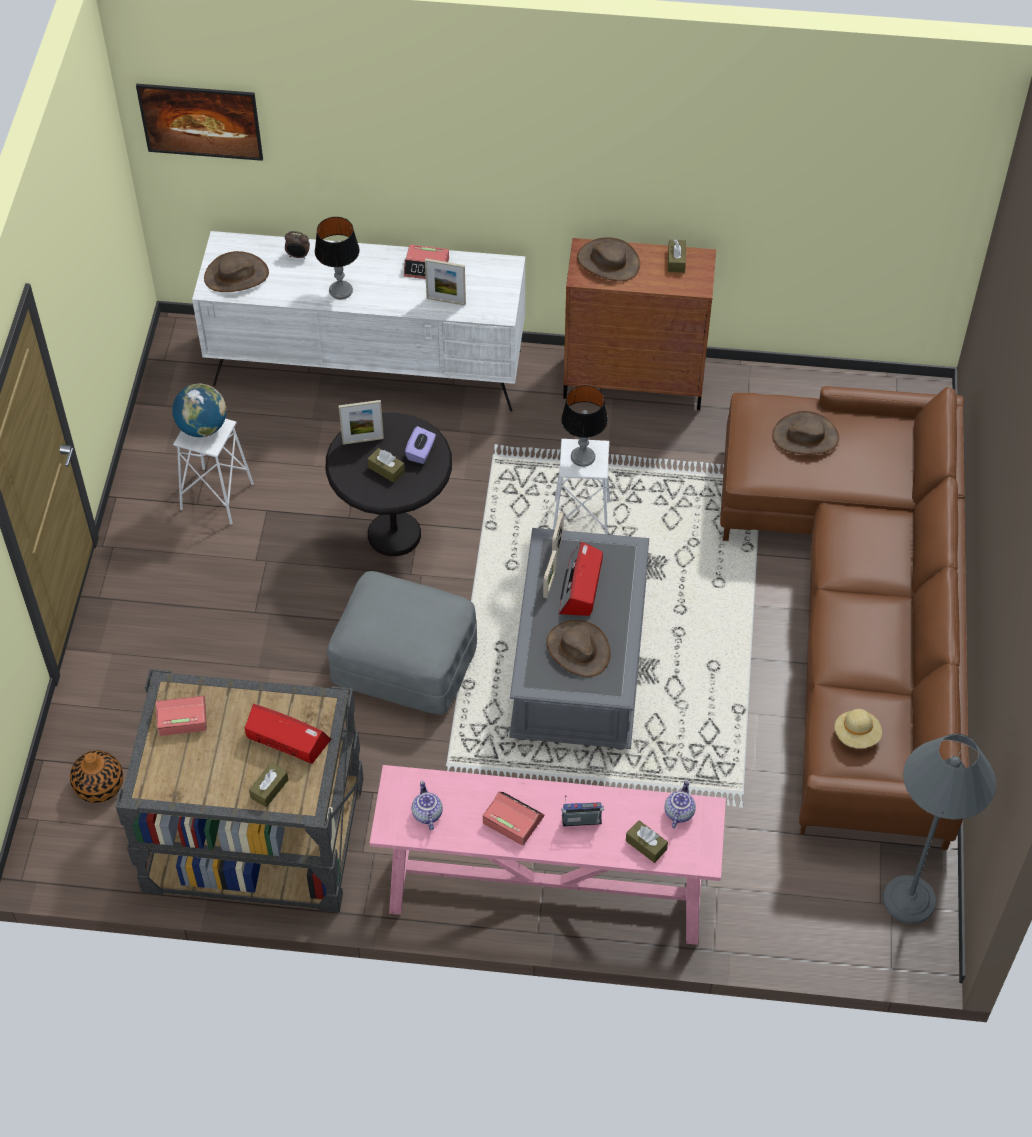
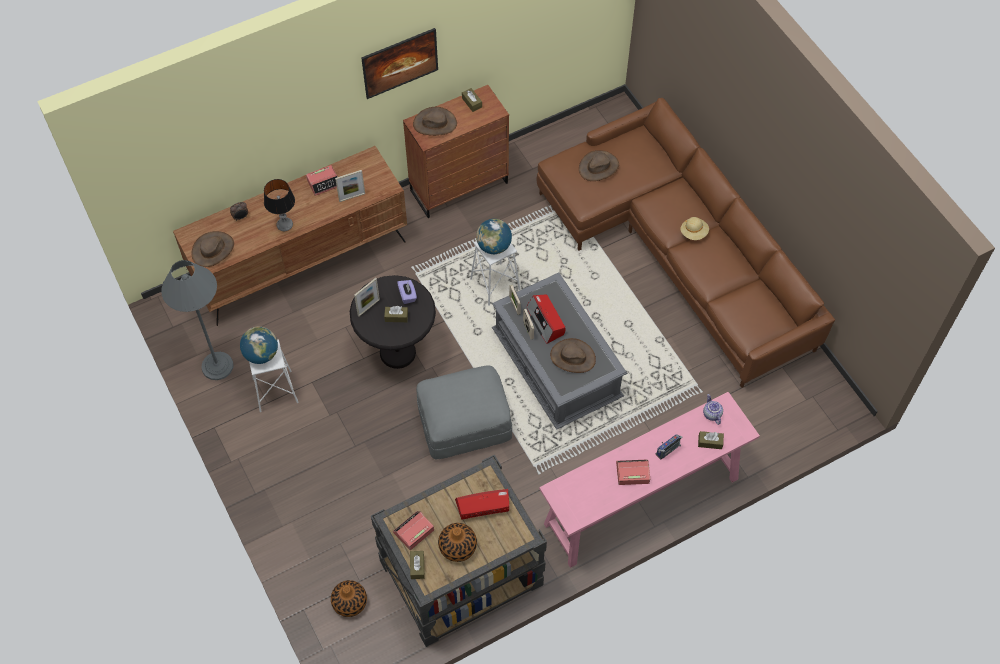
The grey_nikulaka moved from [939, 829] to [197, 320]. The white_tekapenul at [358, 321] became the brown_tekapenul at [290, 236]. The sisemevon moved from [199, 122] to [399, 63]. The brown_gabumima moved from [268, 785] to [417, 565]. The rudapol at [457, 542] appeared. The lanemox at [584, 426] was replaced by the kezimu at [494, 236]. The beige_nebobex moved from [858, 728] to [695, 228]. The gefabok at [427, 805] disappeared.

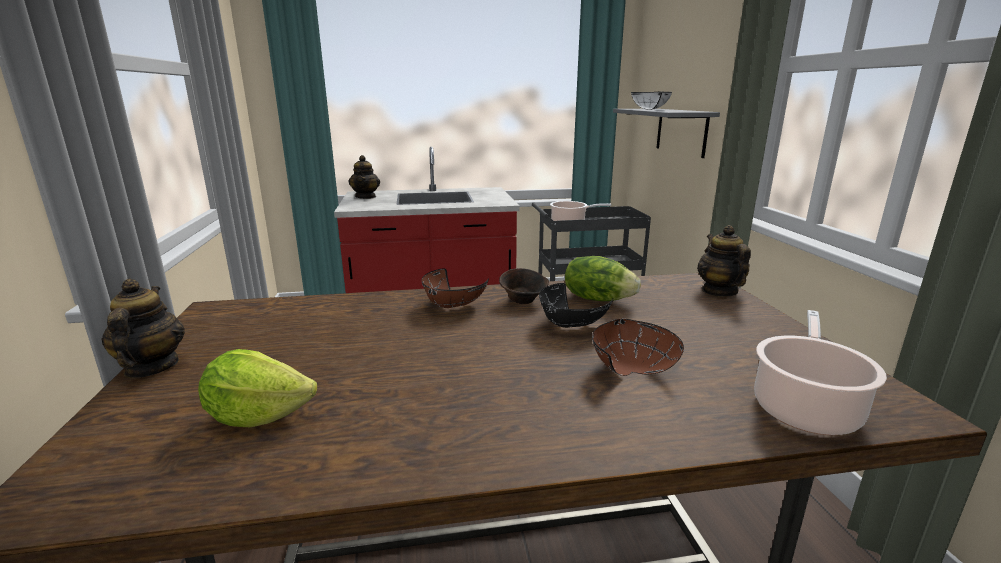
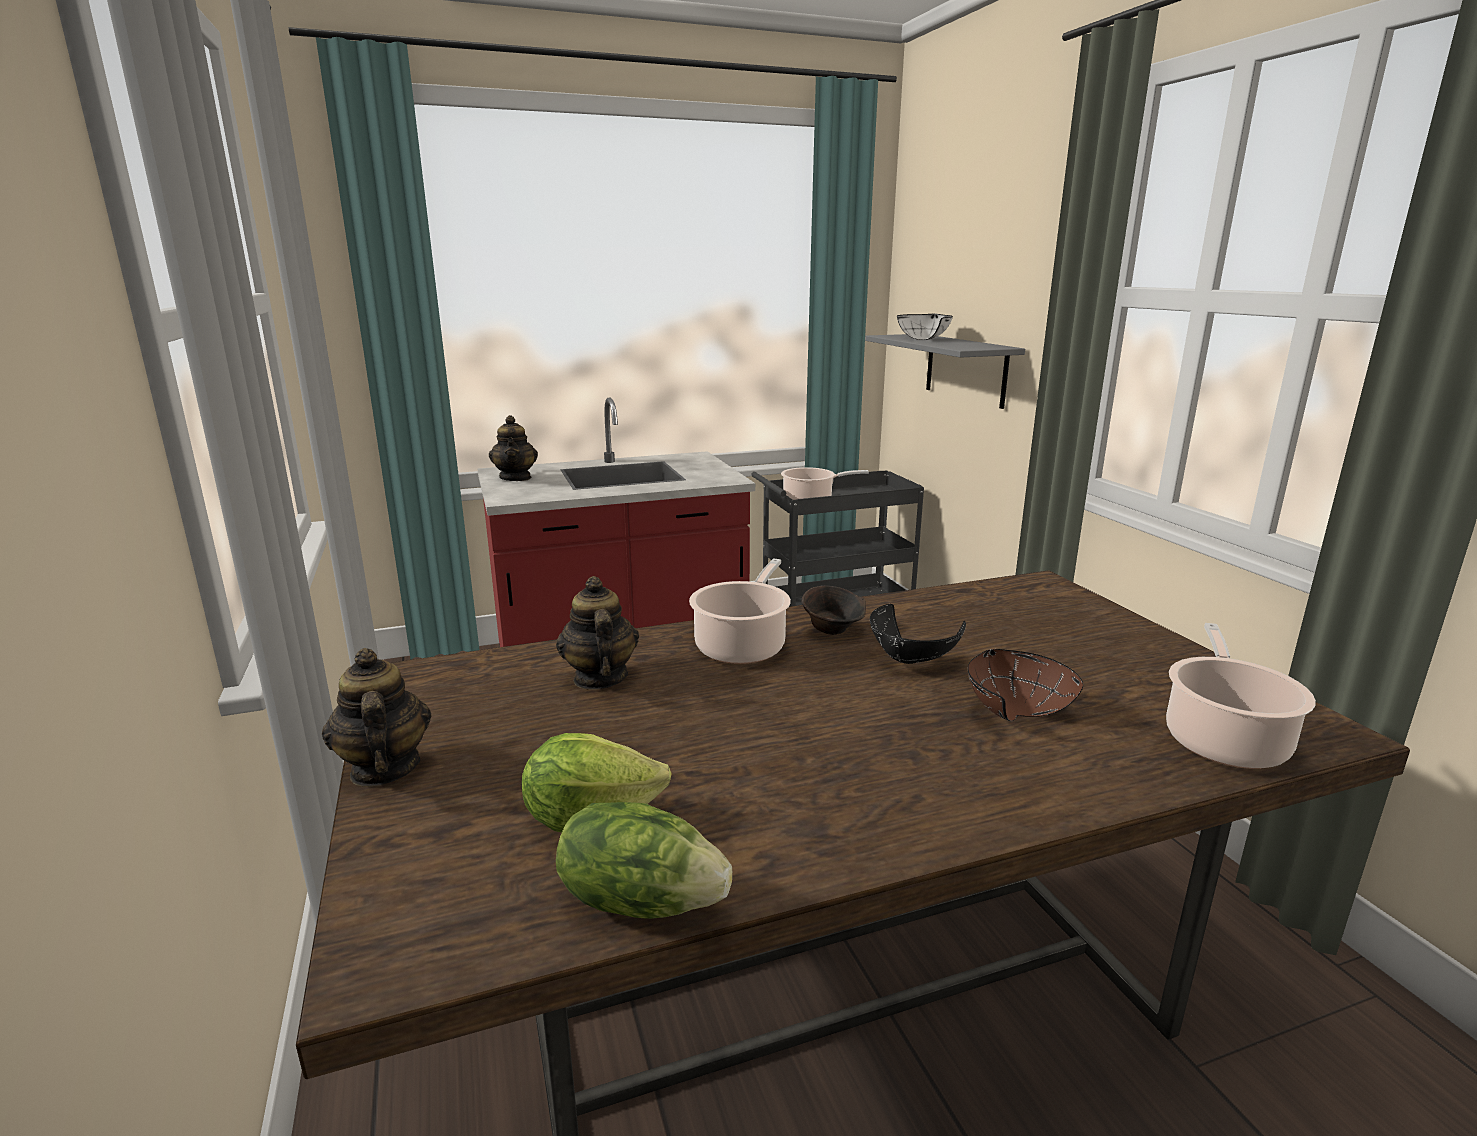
The gefabok moved from [724, 261] to [597, 633]. The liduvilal moved from [603, 278] to [644, 860]. The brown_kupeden at [455, 288] was replaced by the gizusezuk at [740, 611].

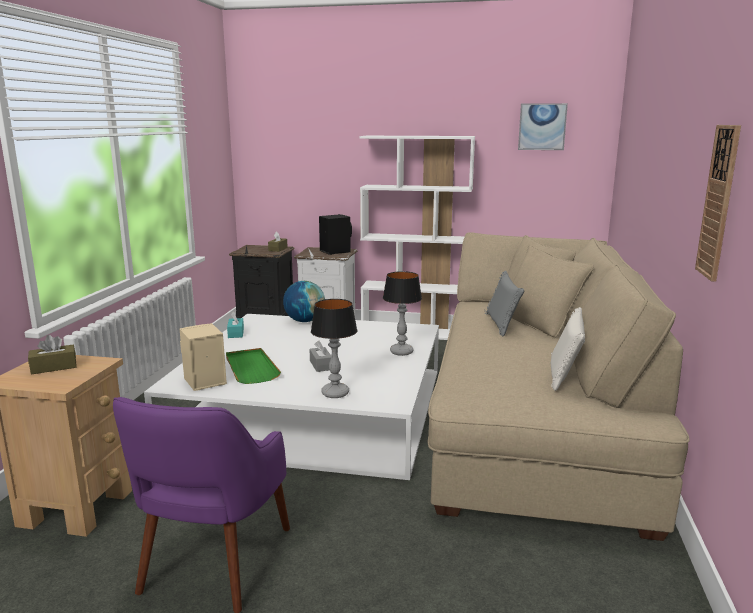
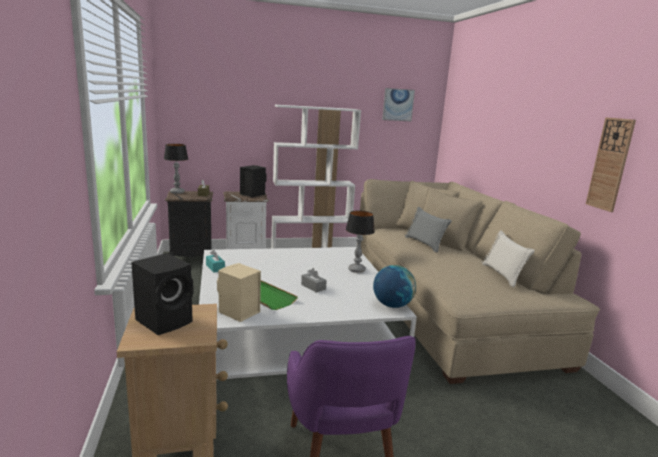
The brown_gabumima at [52, 355] was replaced by the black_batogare at [162, 294]. The lanemox moved from [334, 348] to [176, 169]. The kezimu moved from [304, 301] to [394, 286].

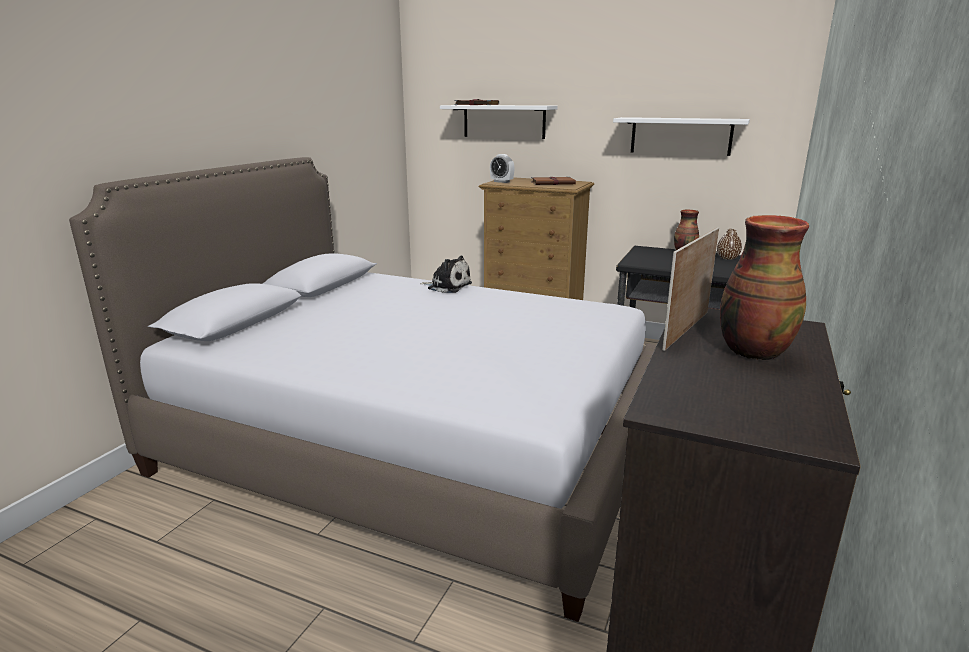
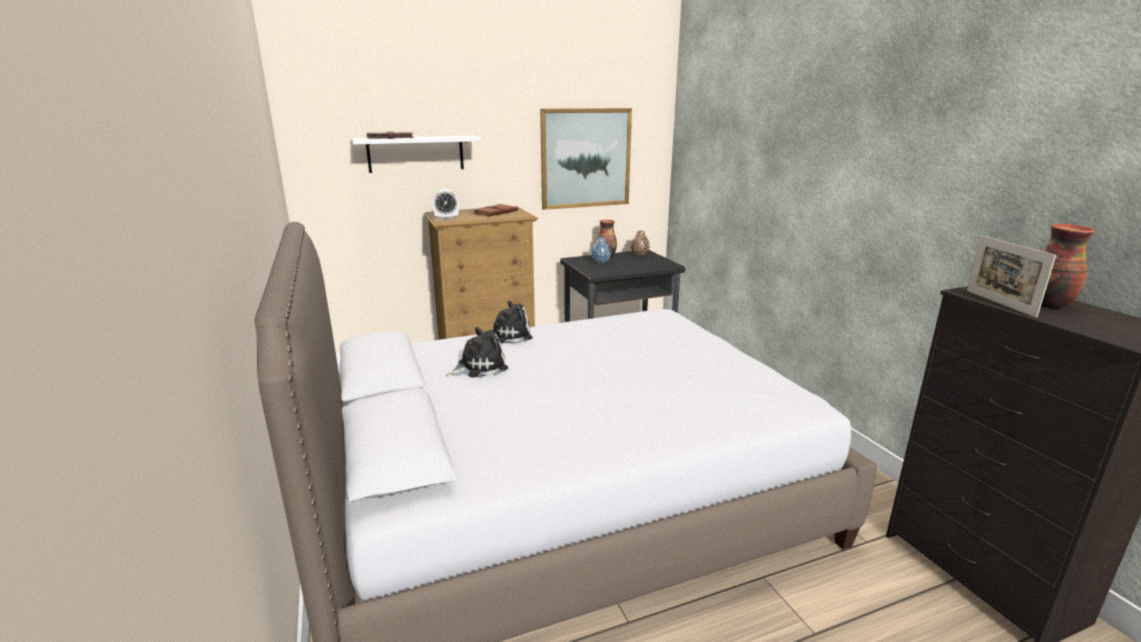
The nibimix at [477, 352] appeared. The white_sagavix at [681, 136] was replaced by the sisemevon at [586, 159]. The blue_rudapol at [601, 250] appeared.

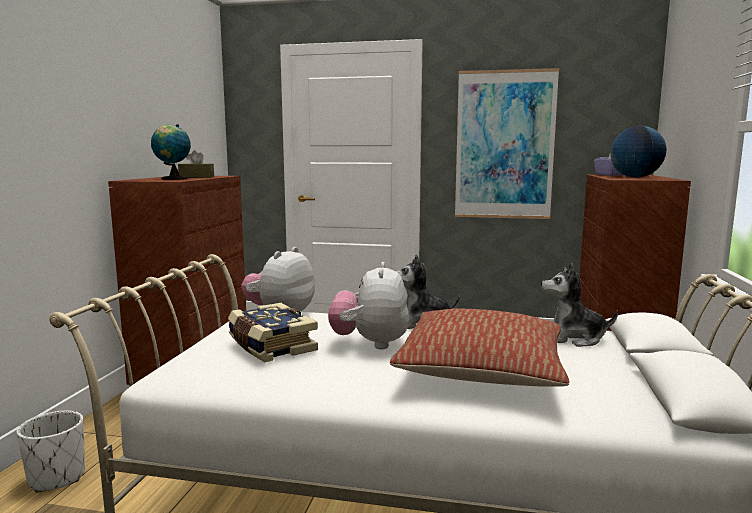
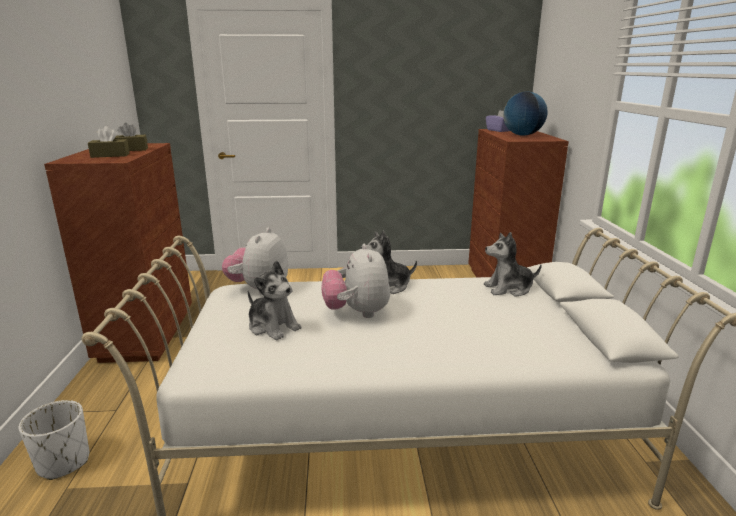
The kezimu at [171, 152] was replaced by the brown_gabumima at [108, 142]. The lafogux at [273, 332] was replaced by the nibimix at [274, 300]. The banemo at [479, 348] disappeared. The sisemevon at [507, 143] disappeared.

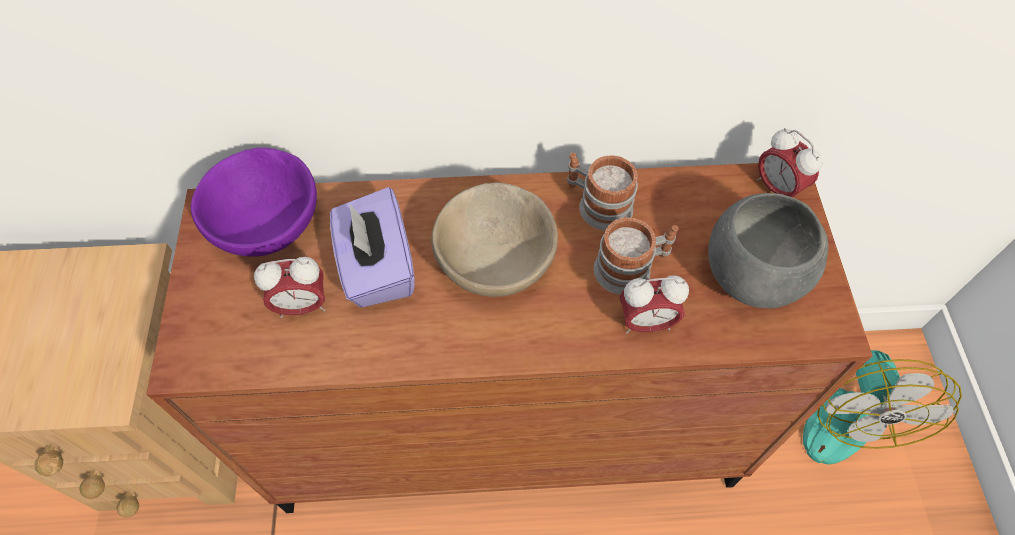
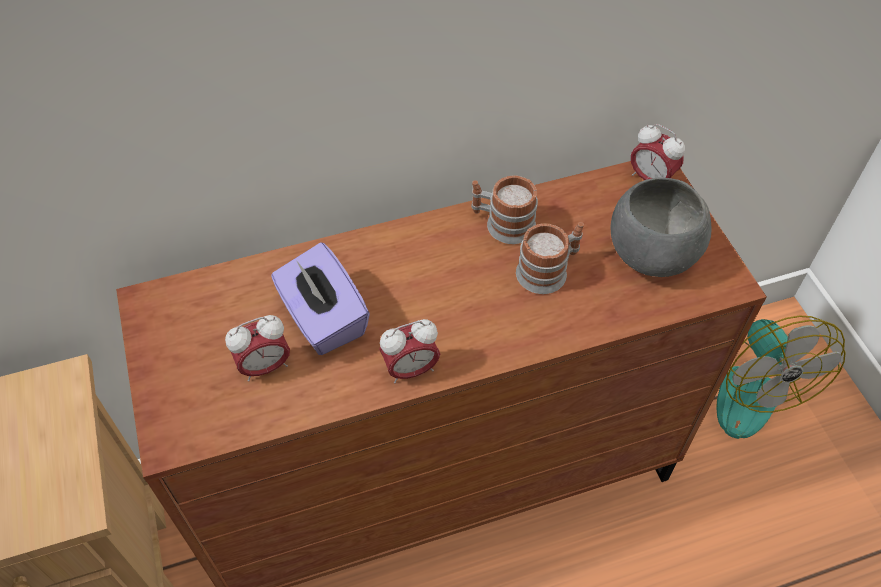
The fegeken moved from [654, 305] to [409, 351]. The purple_kupeden at [254, 202] disappeared. The beige_kupeden at [494, 239] disappeared.

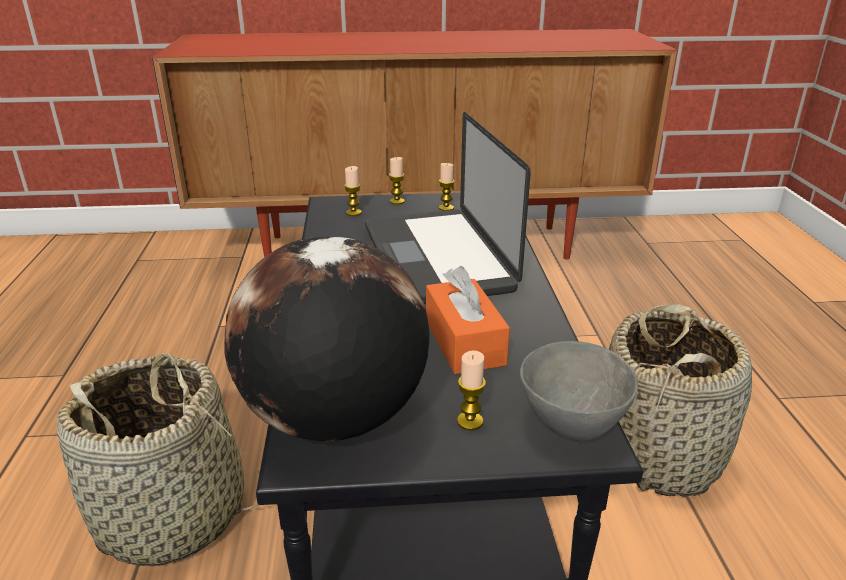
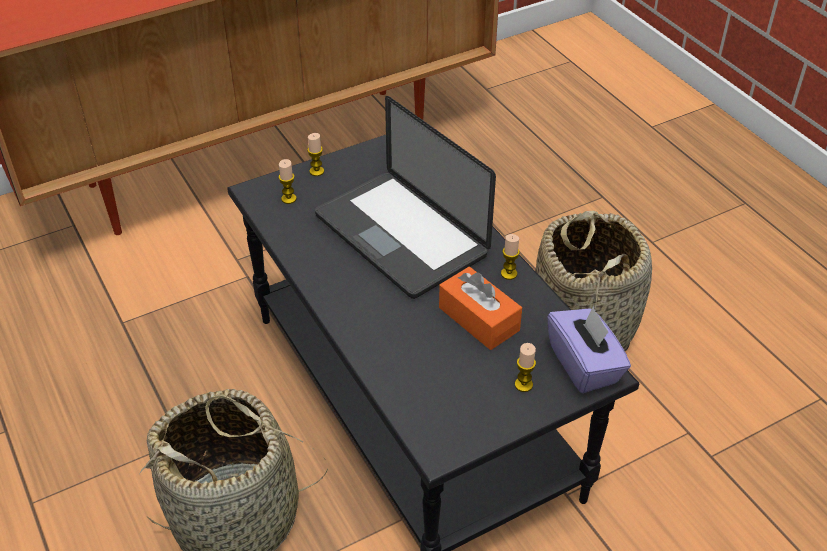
The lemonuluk moved from [447, 187] to [510, 257]. The grey_kupeden at [579, 391] was replaced by the purple_gabumima at [589, 349]. The kezimu at [326, 339] disappeared.

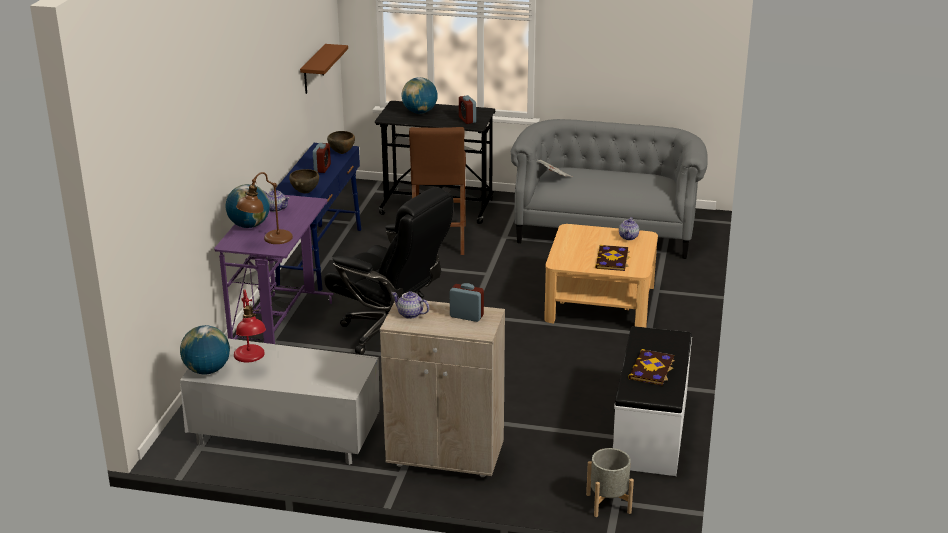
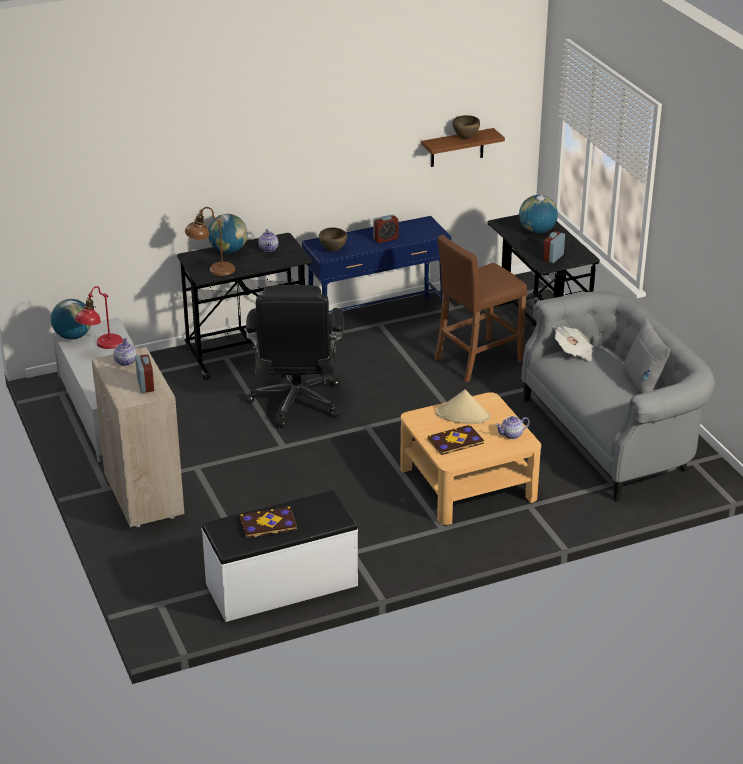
The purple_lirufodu at [273, 268] became the black_lirufodu at [245, 306]. The beige_nebobex at [463, 406] appeared. The brown_kupeden moved from [341, 142] to [466, 127]. The grey_banemo at [646, 356] appeared. The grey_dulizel at [610, 482] disappeared.

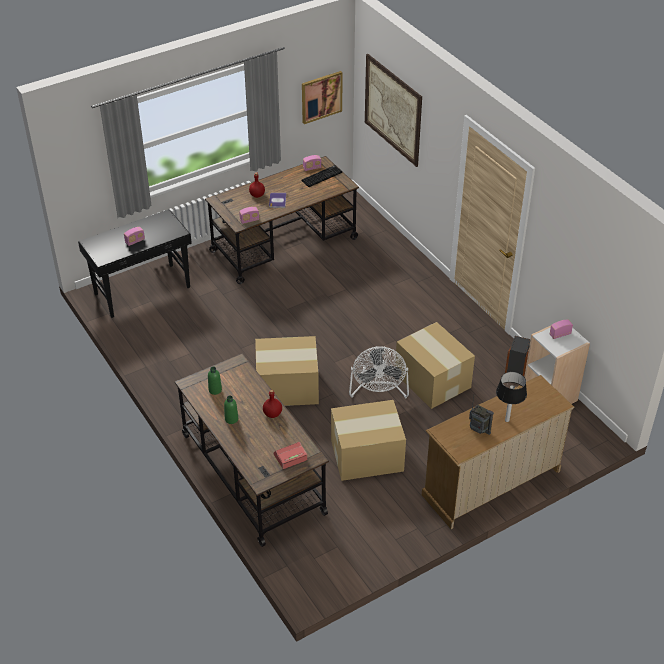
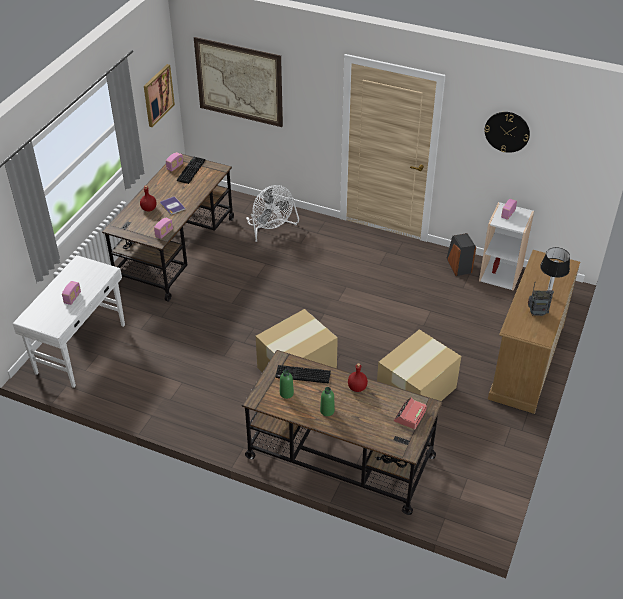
The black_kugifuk at [135, 263] became the white_kugifuk at [69, 321]. The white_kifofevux moved from [379, 372] to [272, 213]. The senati at [303, 374] appeared. The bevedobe at [507, 132] appeared. The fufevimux at [435, 365] disappeared.

